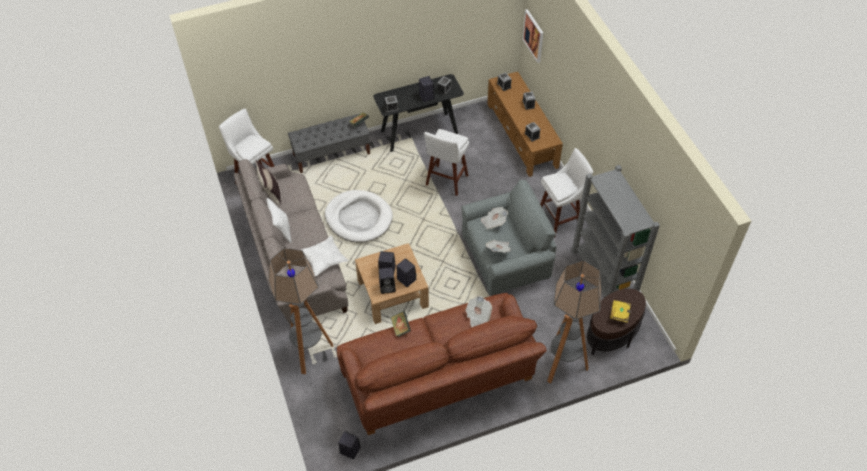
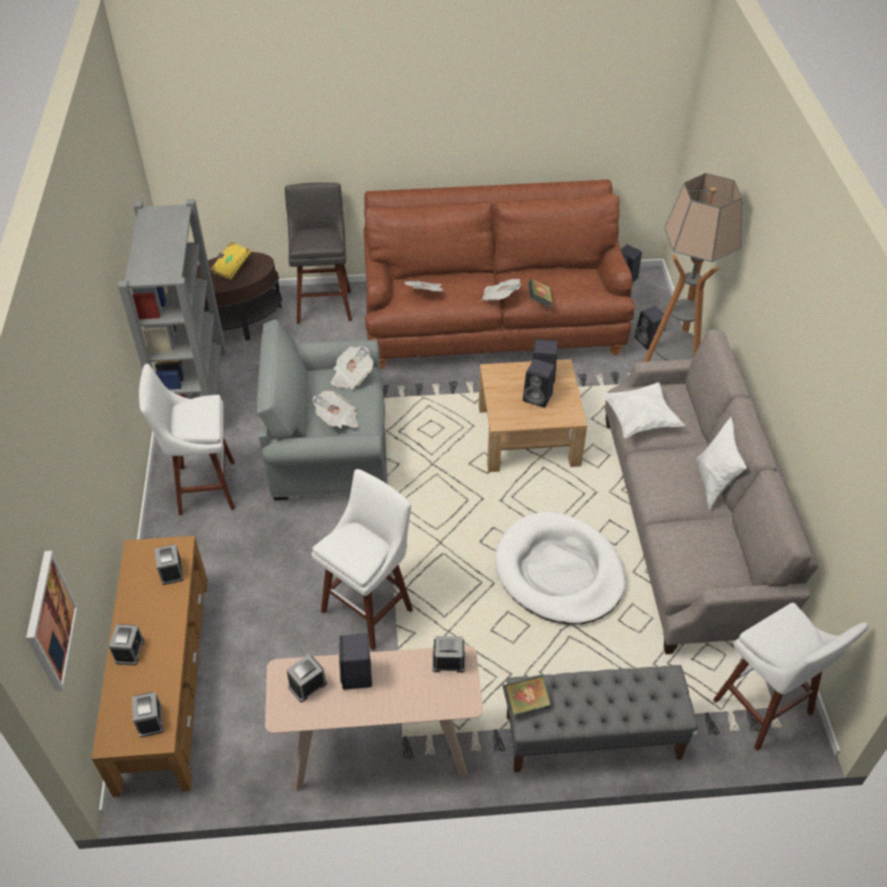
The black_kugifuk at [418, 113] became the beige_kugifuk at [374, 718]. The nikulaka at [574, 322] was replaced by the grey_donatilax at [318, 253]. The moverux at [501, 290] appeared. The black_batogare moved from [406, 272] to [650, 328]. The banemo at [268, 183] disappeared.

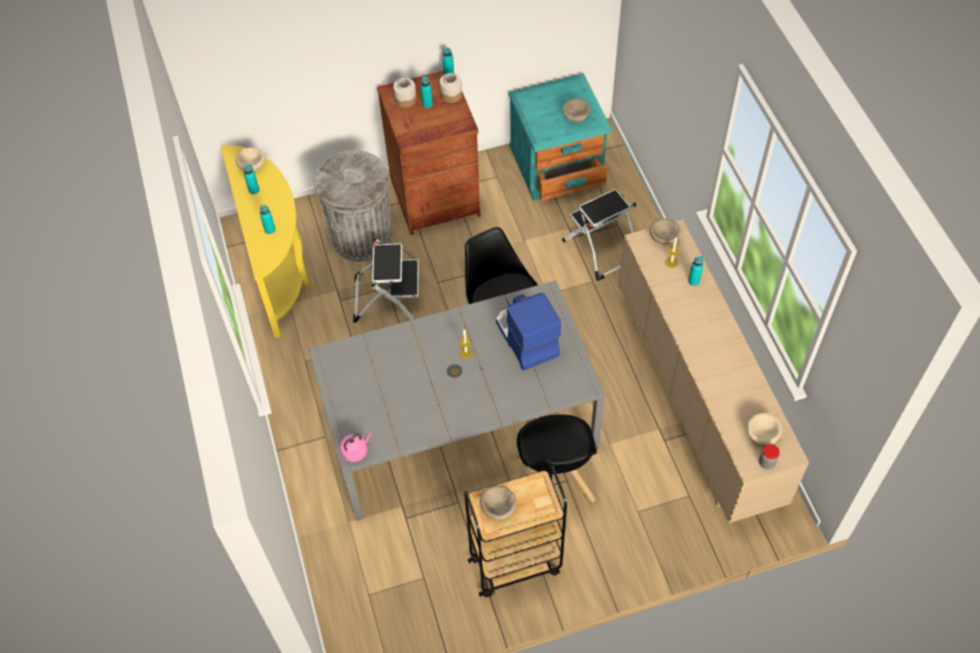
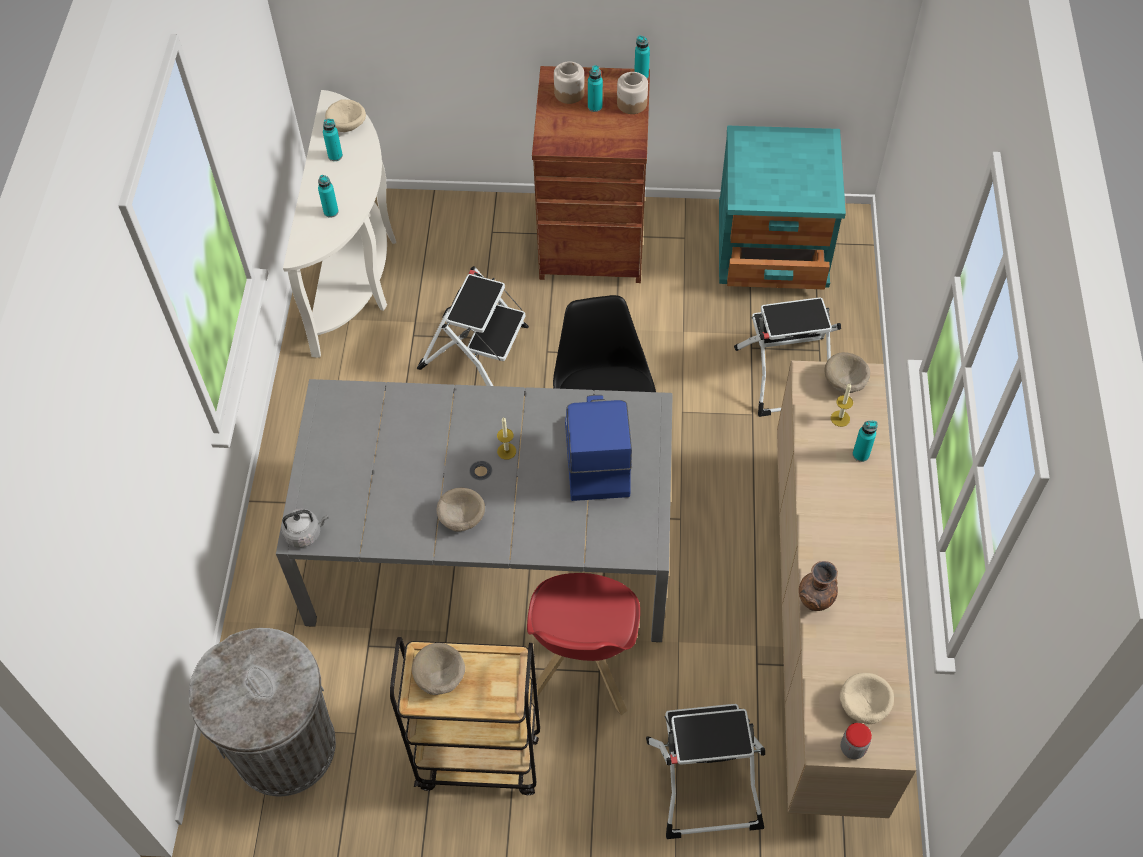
The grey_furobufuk moved from [352, 206] to [262, 712]. The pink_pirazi at [356, 447] became the grey_pirazi at [305, 528]. The yellow_kugifuk at [266, 242] became the white_kugifuk at [339, 224]. The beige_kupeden moved from [576, 110] to [460, 510]. The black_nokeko at [556, 459] became the red_nokeko at [583, 644]. The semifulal at [705, 771] appeared. The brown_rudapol at [818, 586] appeared.

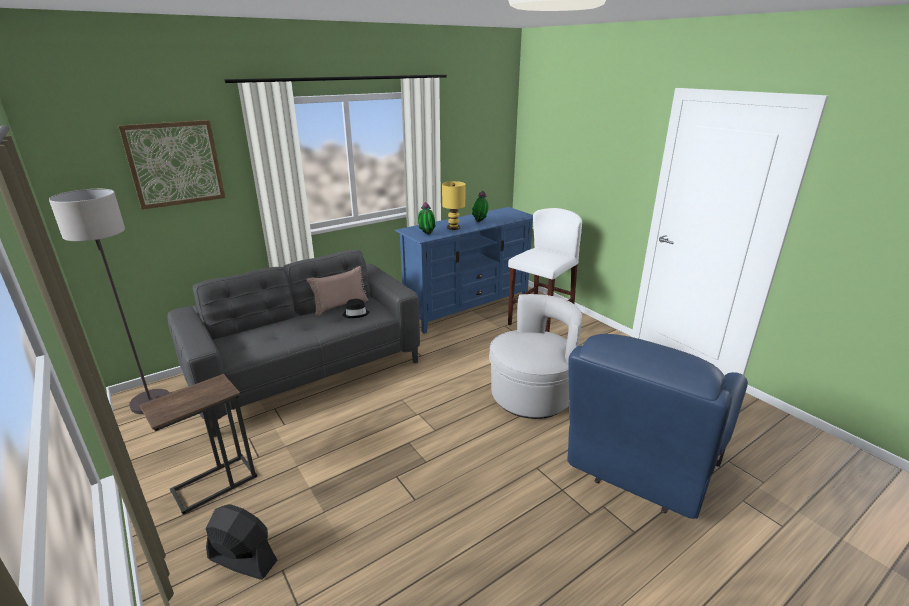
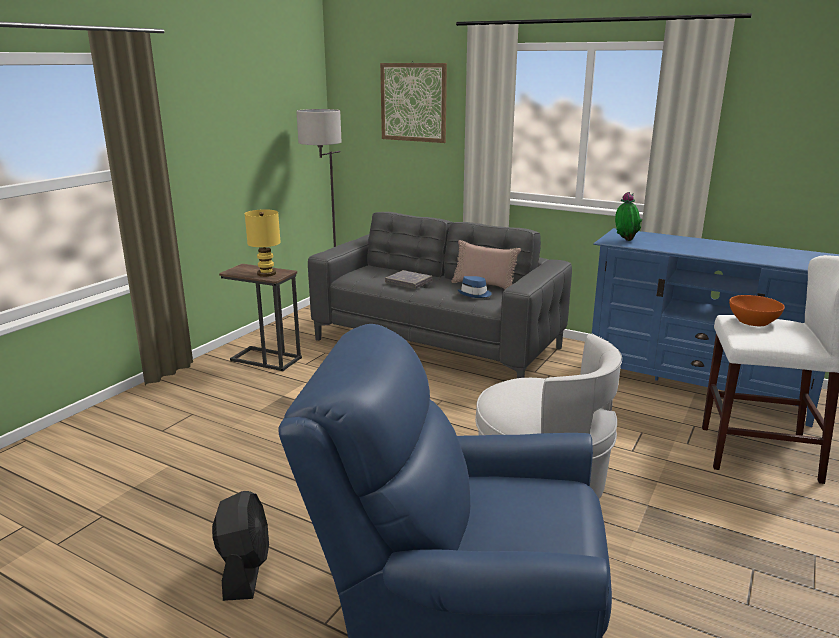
The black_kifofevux moved from [241, 542] to [240, 546]. The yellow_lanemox moved from [454, 205] to [263, 243]. The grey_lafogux at [408, 279] appeared. The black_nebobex at [355, 308] became the blue_nebobex at [474, 287]. The orange_kupeden at [757, 310] appeared. The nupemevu at [480, 206] disappeared.

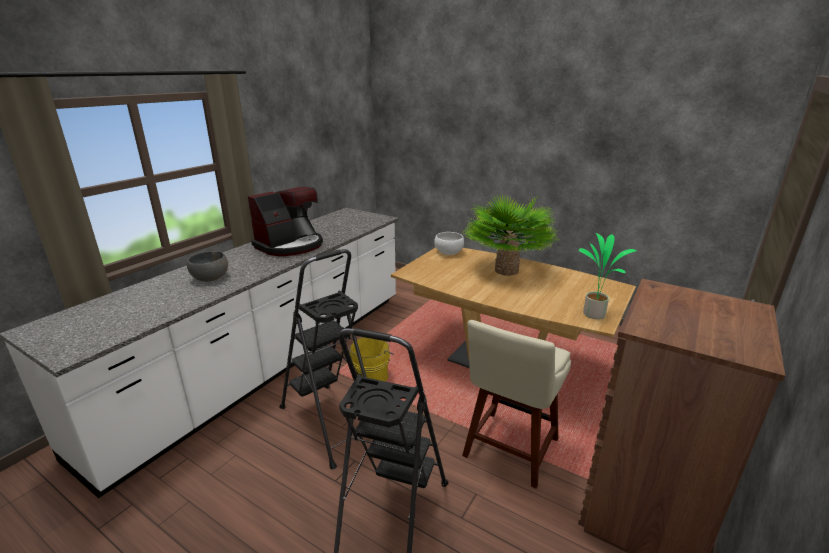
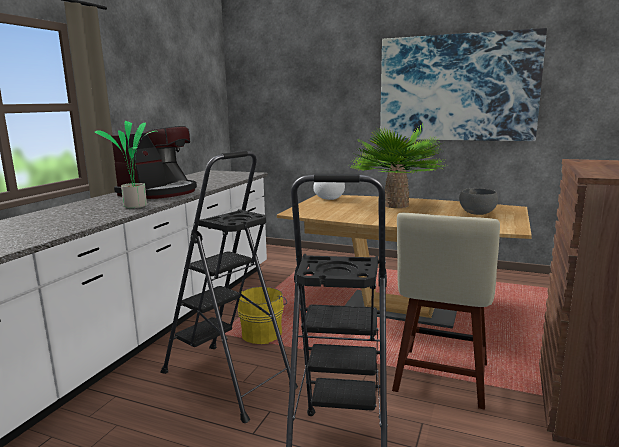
The nupemevu moved from [608, 276] to [127, 164]. The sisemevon at [463, 84] appeared. The grey_kupeden moved from [207, 266] to [478, 201].

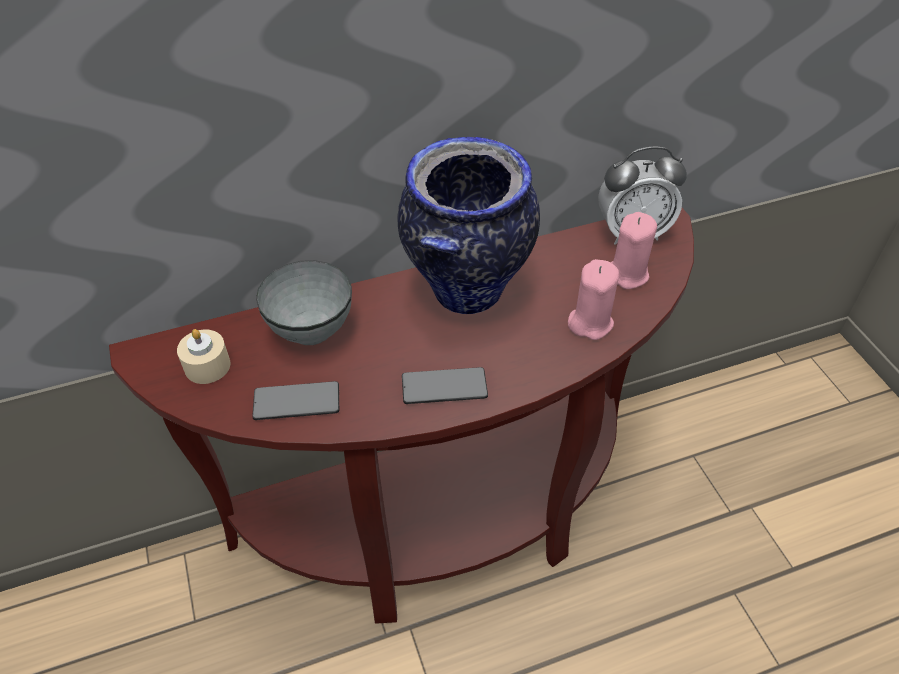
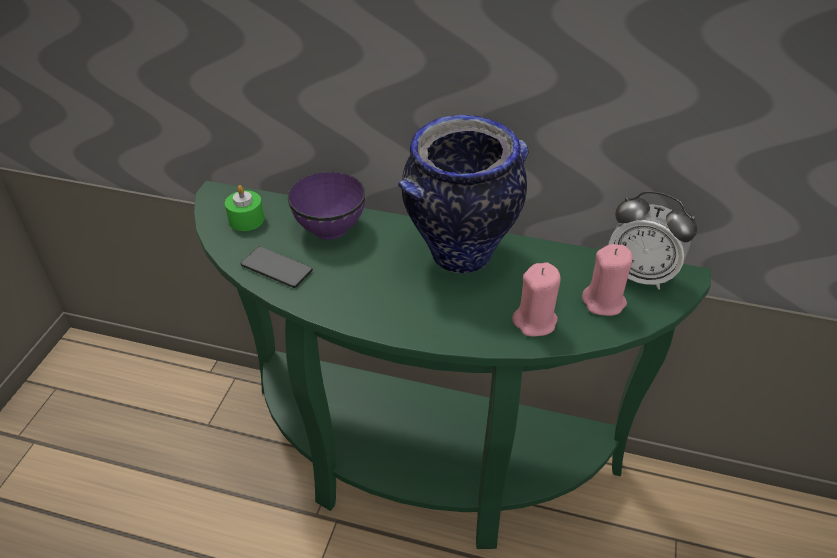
The brown_kugifuk at [401, 416] became the green_kugifuk at [452, 365]. The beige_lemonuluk at [203, 356] became the green_lemonuluk at [244, 208]. The grey_kupeden at [304, 302] became the purple_kupeden at [326, 205]. The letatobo at [445, 385] disappeared.

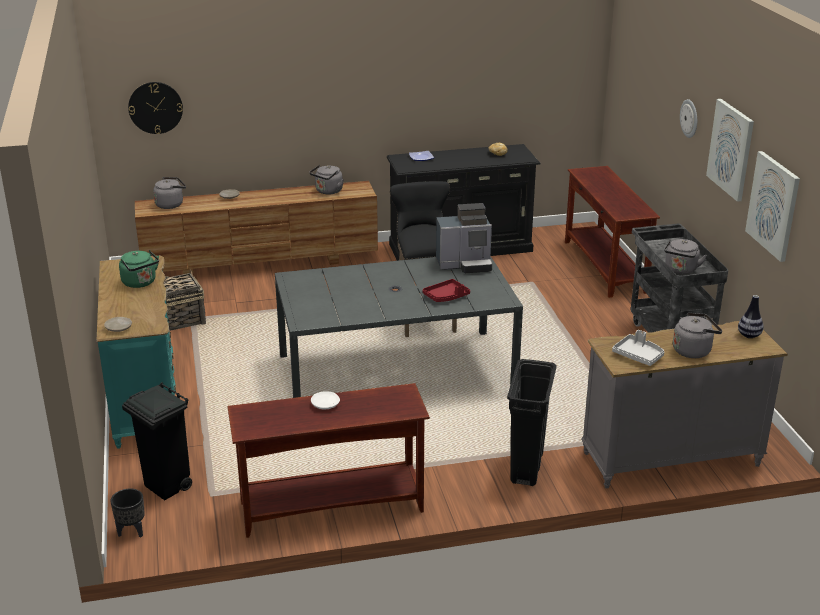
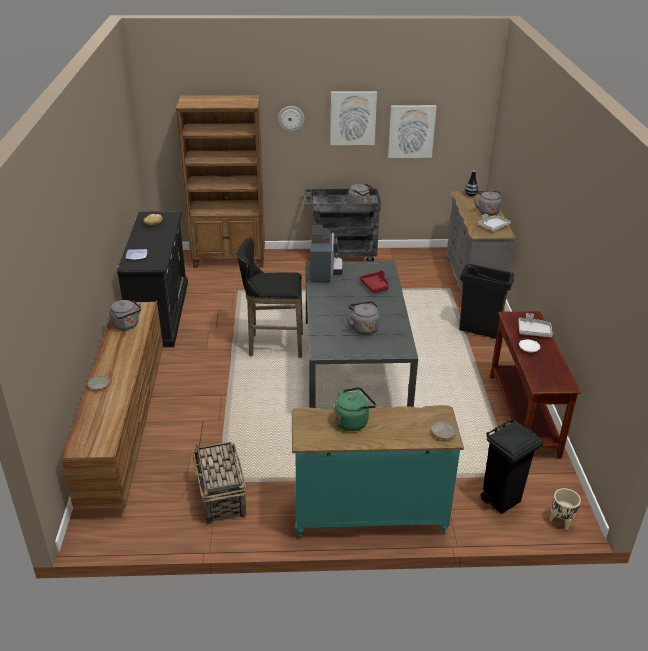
The brown_kugifuk at [612, 232] was replaced by the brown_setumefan at [220, 181]. The grey_pirazi moved from [169, 193] to [363, 318]. The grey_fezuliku at [535, 325] appeared. The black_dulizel at [127, 512] became the beige_dulizel at [565, 509]. The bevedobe at [155, 108] disappeared.

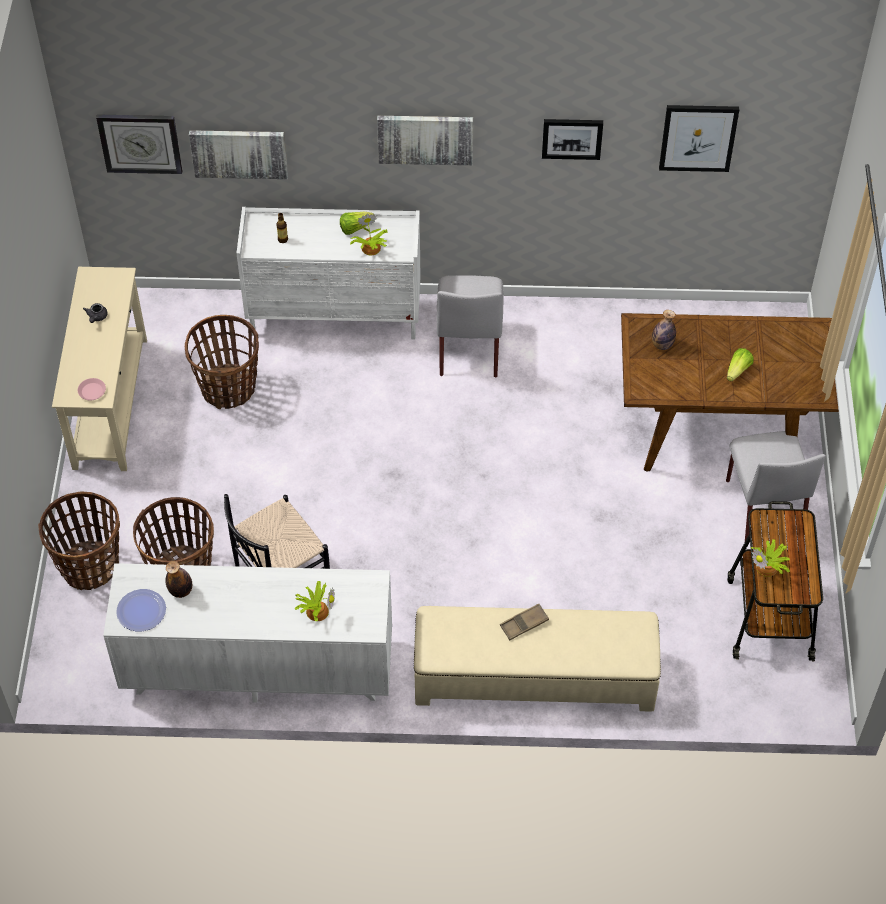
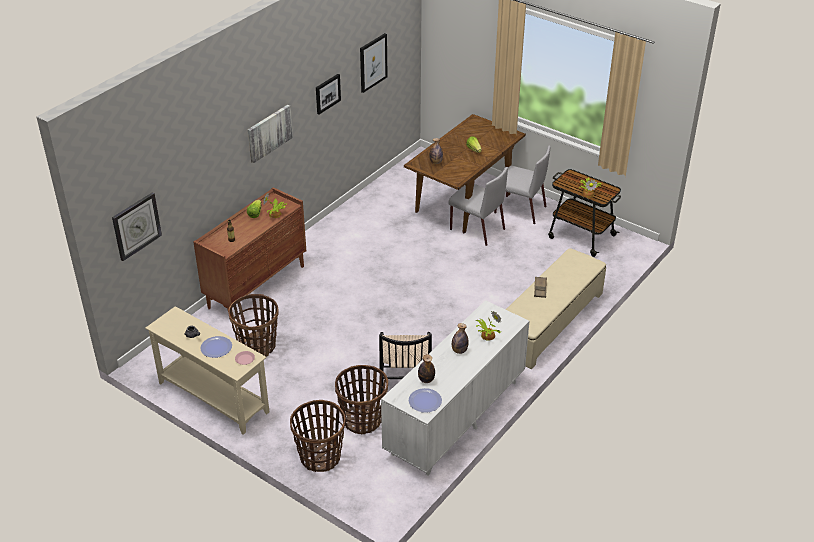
The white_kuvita at [328, 273] became the brown_kuvita at [249, 252]. The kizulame at [216, 347] appeared. The grey_nokeko moved from [470, 326] to [478, 206]. The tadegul at [460, 338] appeared. The sisemevon at [238, 154] disappeared.

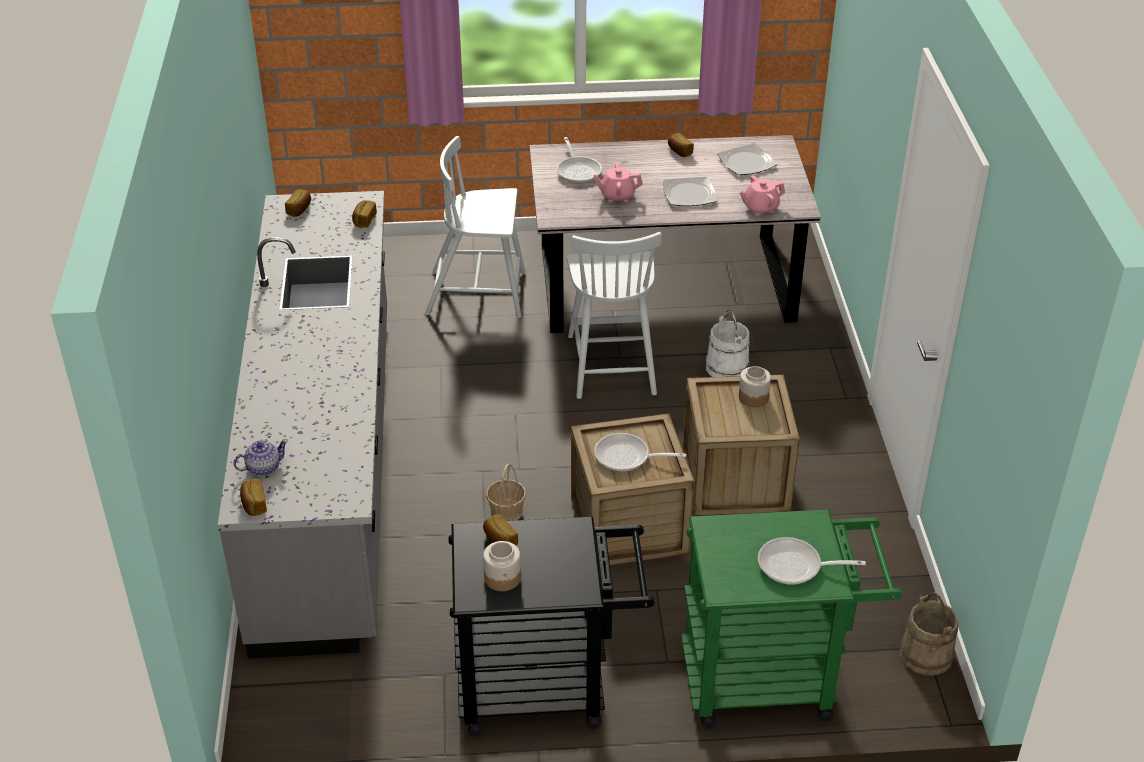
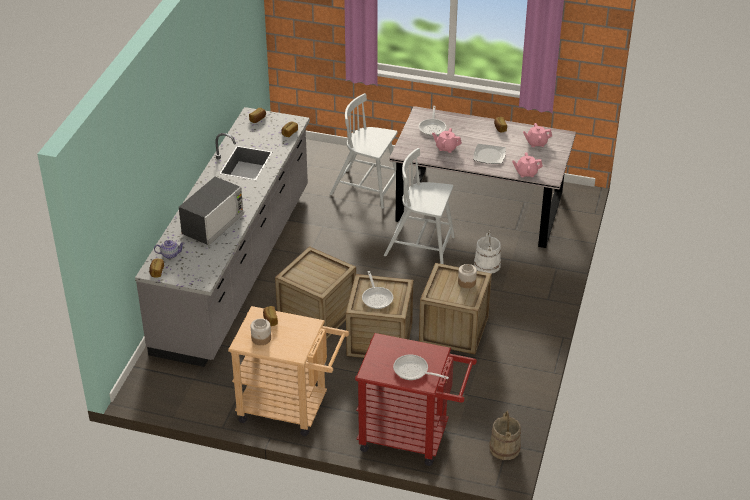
The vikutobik at [211, 211] appeared. The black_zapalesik at [551, 626] became the beige_zapalesik at [288, 371]. The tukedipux at [506, 492] was replaced by the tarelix at [315, 293]. The green_zapalesik at [791, 619] became the red_zapalesik at [416, 399]. The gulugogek at [640, 452] turned 135 degrees counterclockwise. The white_nokeko at [614, 315] turned 90 degrees clockwise. The kizulame at [747, 159] was replaced by the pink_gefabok at [537, 135].

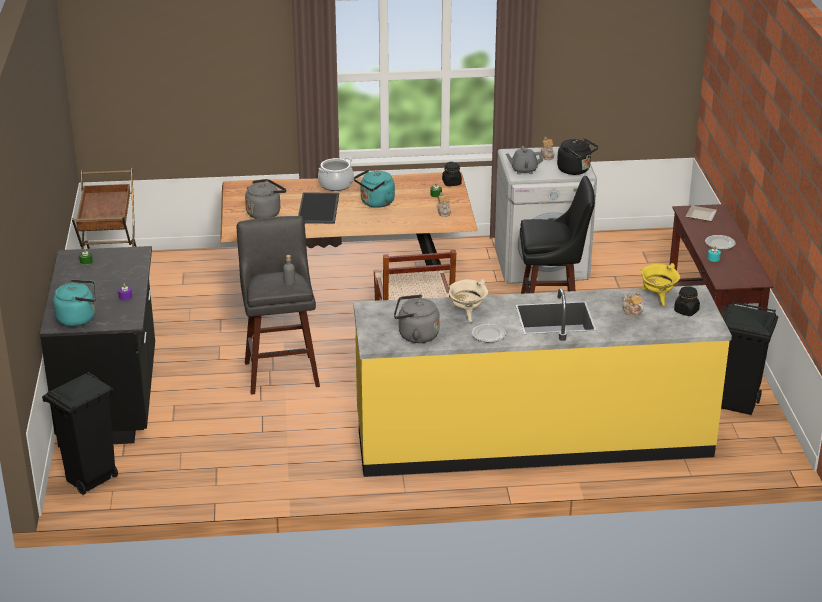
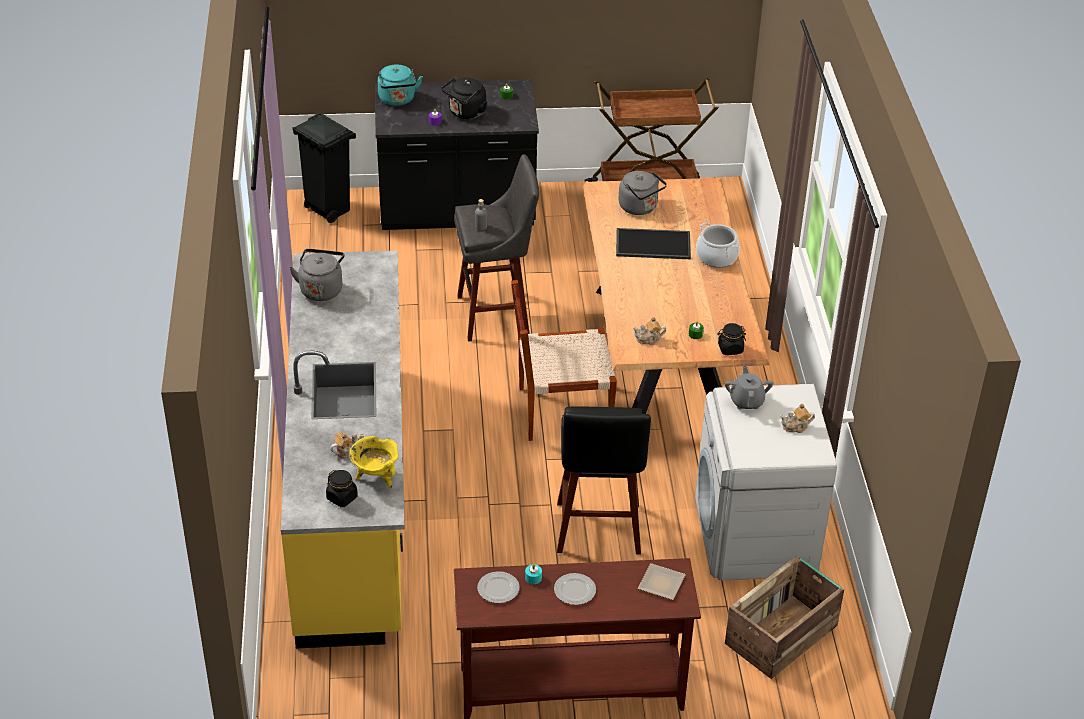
The black_pirazi moved from [577, 156] to [464, 98]. The kizulame moved from [489, 333] to [498, 587]. The tarelix at [784, 617] appeared. The turquoise_pirazi at [374, 188] disappeared. The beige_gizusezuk at [468, 301] disappeared. The black_furobufuk at [749, 358] disappeared.

